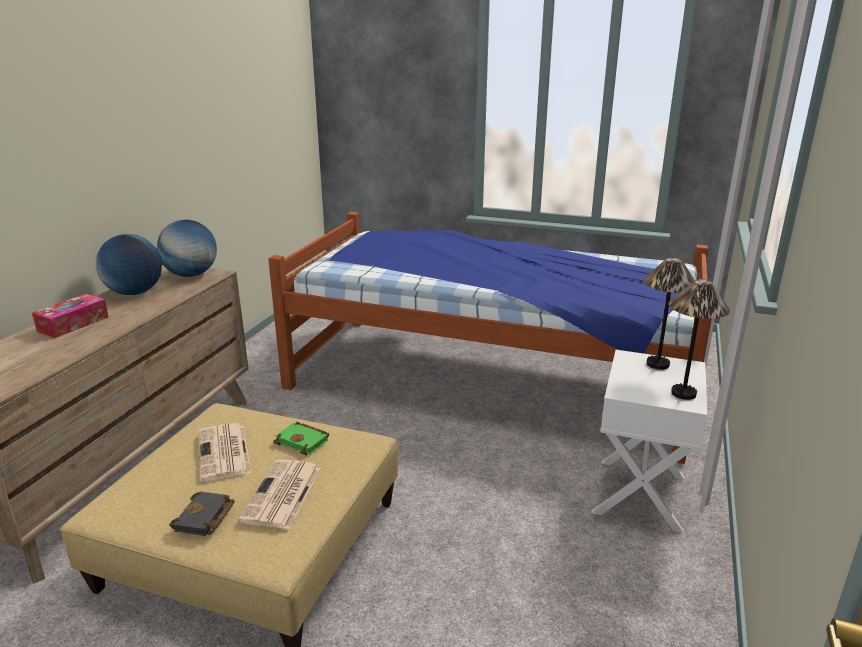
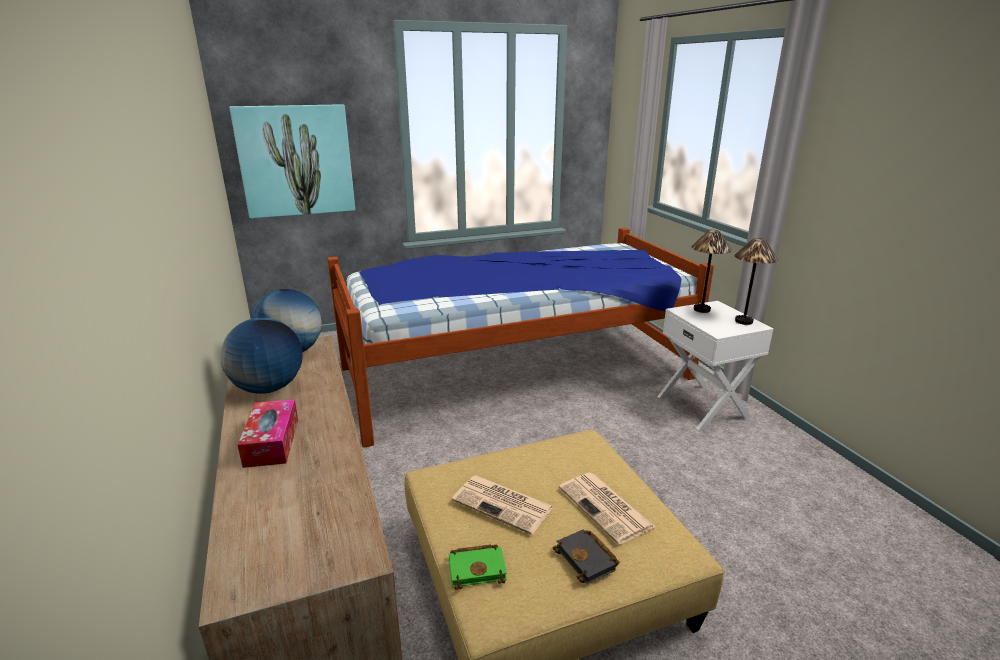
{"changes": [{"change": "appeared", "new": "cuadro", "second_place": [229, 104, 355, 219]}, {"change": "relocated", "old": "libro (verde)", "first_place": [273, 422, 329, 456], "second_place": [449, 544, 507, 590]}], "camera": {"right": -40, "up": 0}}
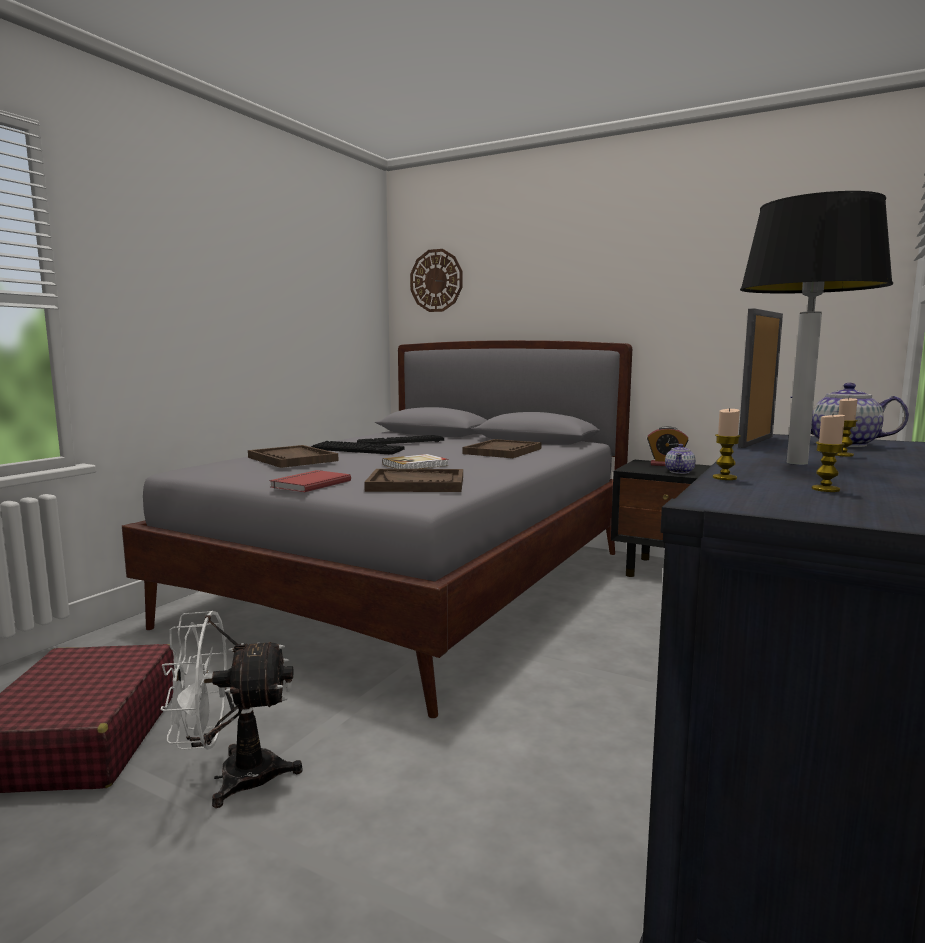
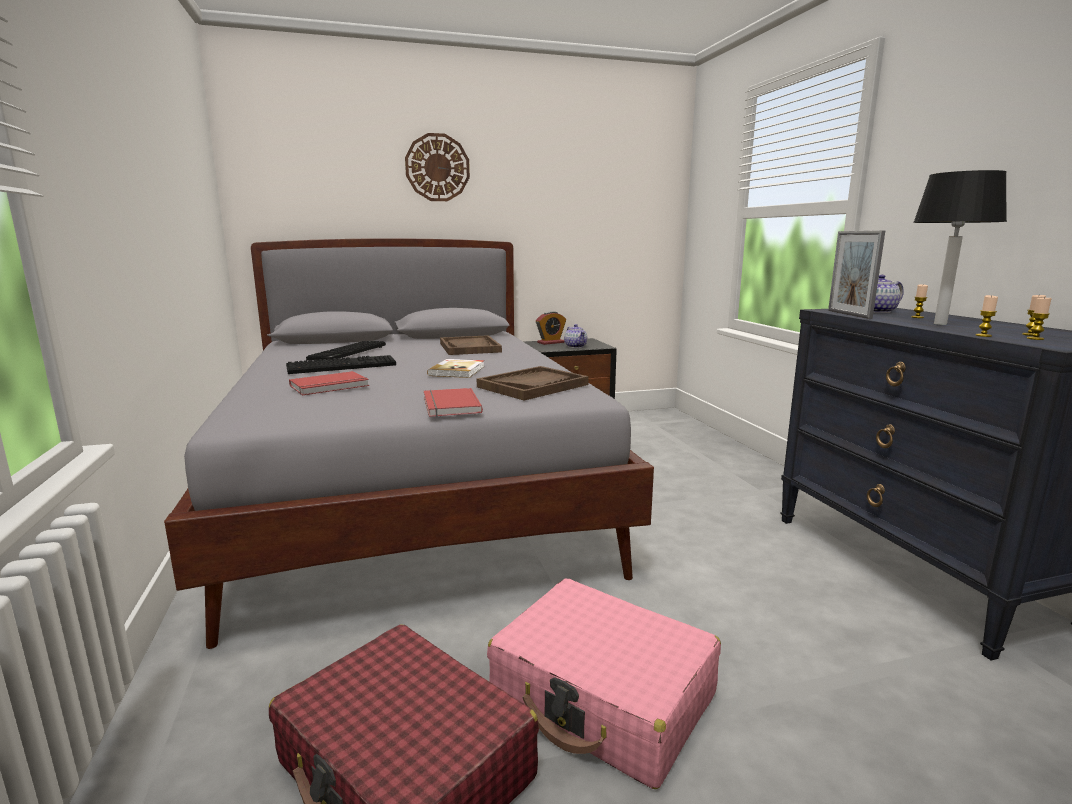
{"changes": [{"change": "appeared", "new": "vela", "second_place": [1027, 297, 1052, 340]}, {"change": "relocated", "old": "reloj de pared", "first_place": [410, 249, 462, 312], "second_place": [405, 133, 470, 201]}, {"change": "exchanged", "old": "ventilador (blanco)", "new": "maleta (rosa)", "first_place": [160, 611, 303, 808], "second_place": [487, 579, 721, 789]}, {"change": "exchanged", "old": "bandeja (marrón)", "new": "libro (rojo)", "first_place": [248, 445, 338, 468], "second_place": [289, 371, 369, 395]}], "camera": {"right": -45, "up": 5}}
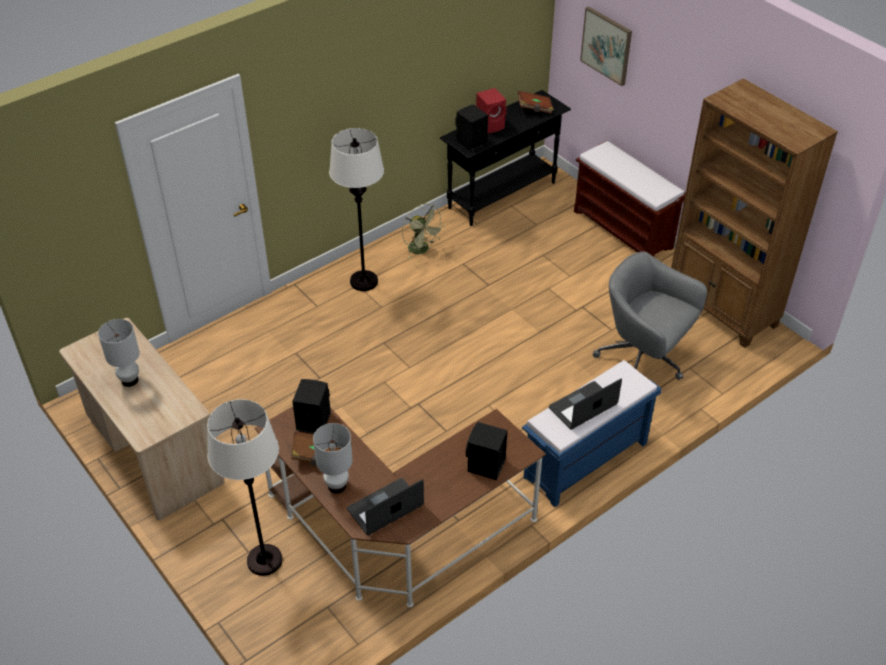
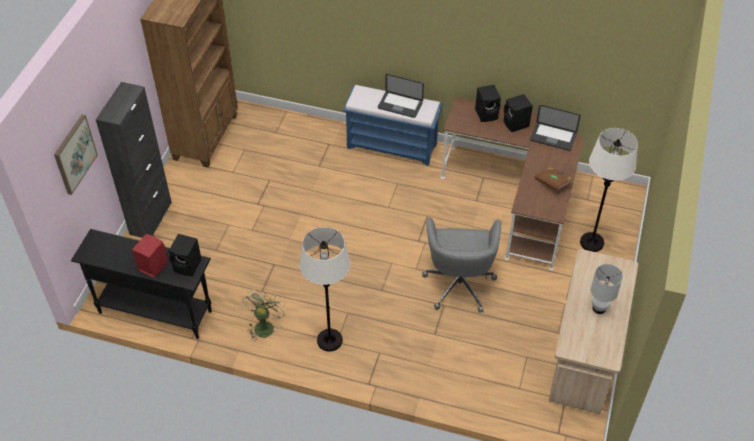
{"changes": [{"change": "missing", "old": "lámpara de mesa (blanco)", "first_place": [313, 423, 353, 493]}, {"change": "missing", "old": "libro (marrón)", "first_place": [517, 91, 554, 114]}, {"change": "relocated", "old": "altavoz (negro)", "first_place": [292, 379, 331, 433], "second_place": [504, 94, 533, 132]}, {"change": "relocated", "old": "silla de oficina (gris)", "first_place": [593, 252, 707, 380], "second_place": [422, 217, 501, 313]}, {"change": "exchanged", "old": "banco (marrón)", "new": "armario (negro)", "first_place": [574, 141, 686, 257], "second_place": [96, 82, 172, 238]}], "camera": {"right": -125, "up": 5}}
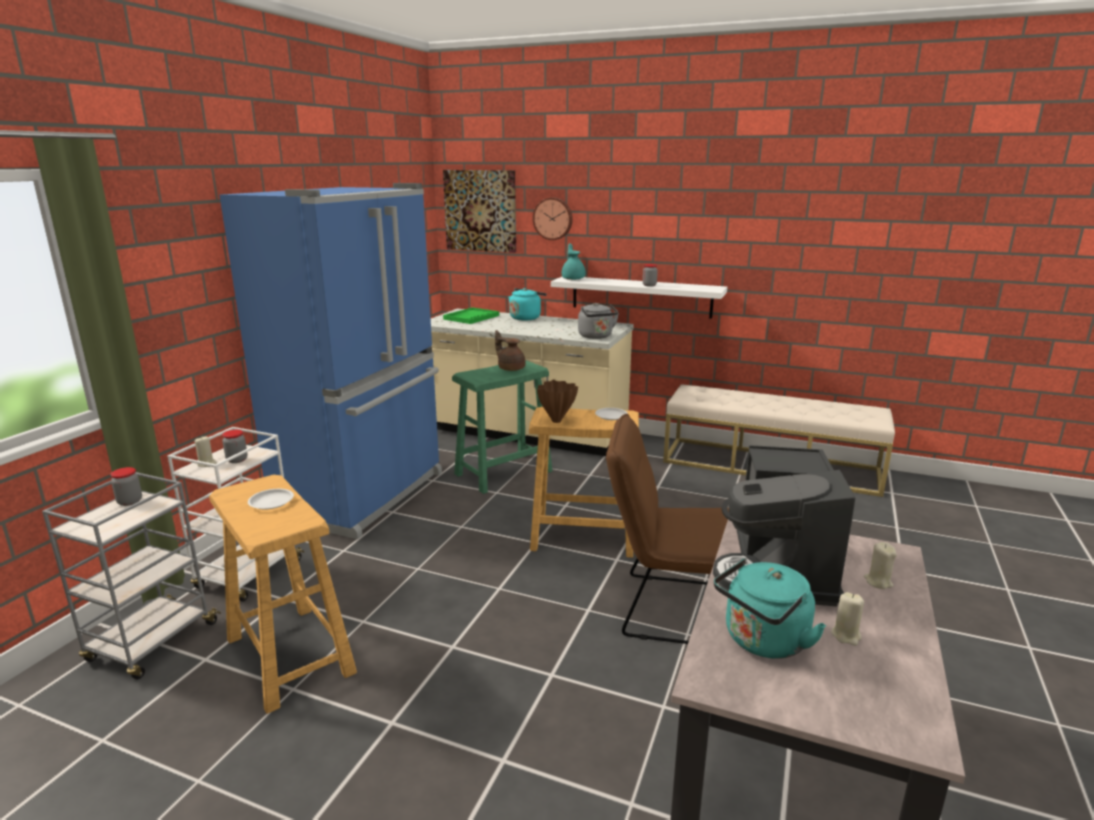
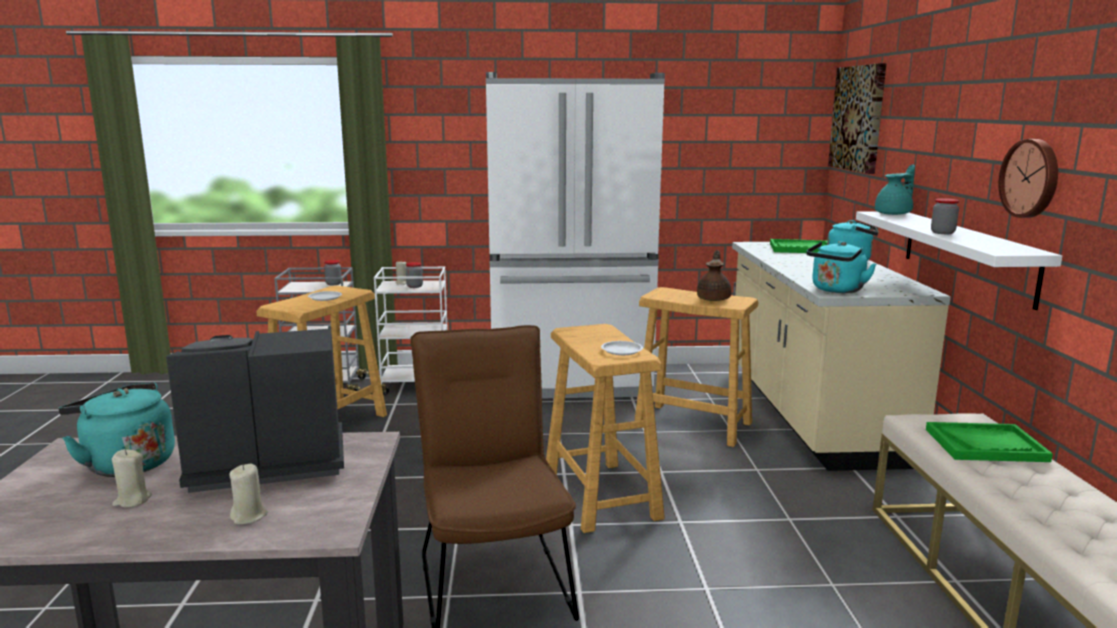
{"changes": [{"change": "missing", "old": "florero (marrón)", "first_place": [537, 380, 578, 423]}, {"change": "appeared", "new": "bandeja (verde)", "second_place": [926, 422, 1053, 462]}, {"change": "relocated", "old": "reloj de pared", "first_place": [533, 197, 573, 240], "second_place": [998, 139, 1058, 218]}, {"change": "colour", "old": "nevera (azul)", "new": "nevera (blanco)", "first_place": [220, 183, 442, 539], "second_place": [486, 72, 665, 398]}, {"change": "colour", "old": "taburete (verde)", "new": "taburete (beis)", "first_place": [452, 360, 552, 494], "second_place": [634, 287, 758, 447]}, {"change": "colour", "old": "hervidor (gris)", "new": "hervidor (turquesa)", "first_place": [578, 303, 619, 339], "second_place": [806, 241, 876, 293]}], "camera": {"right": 65, "up": -5}}
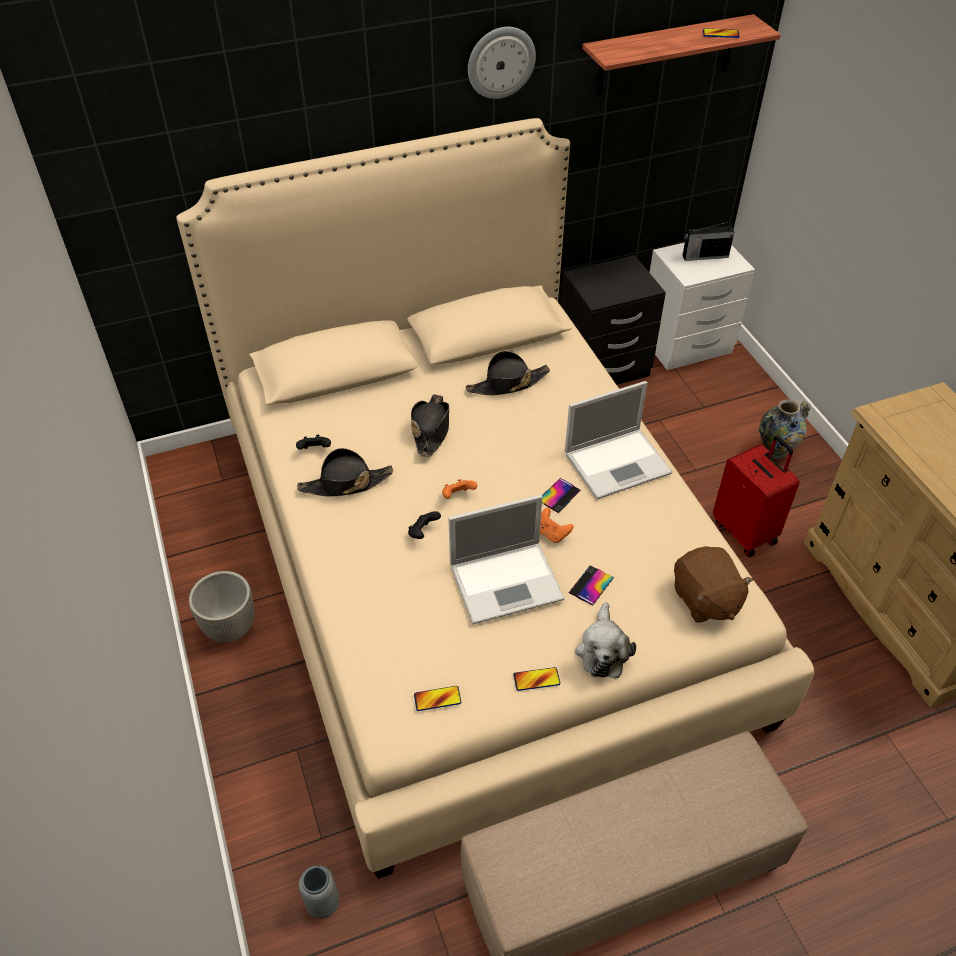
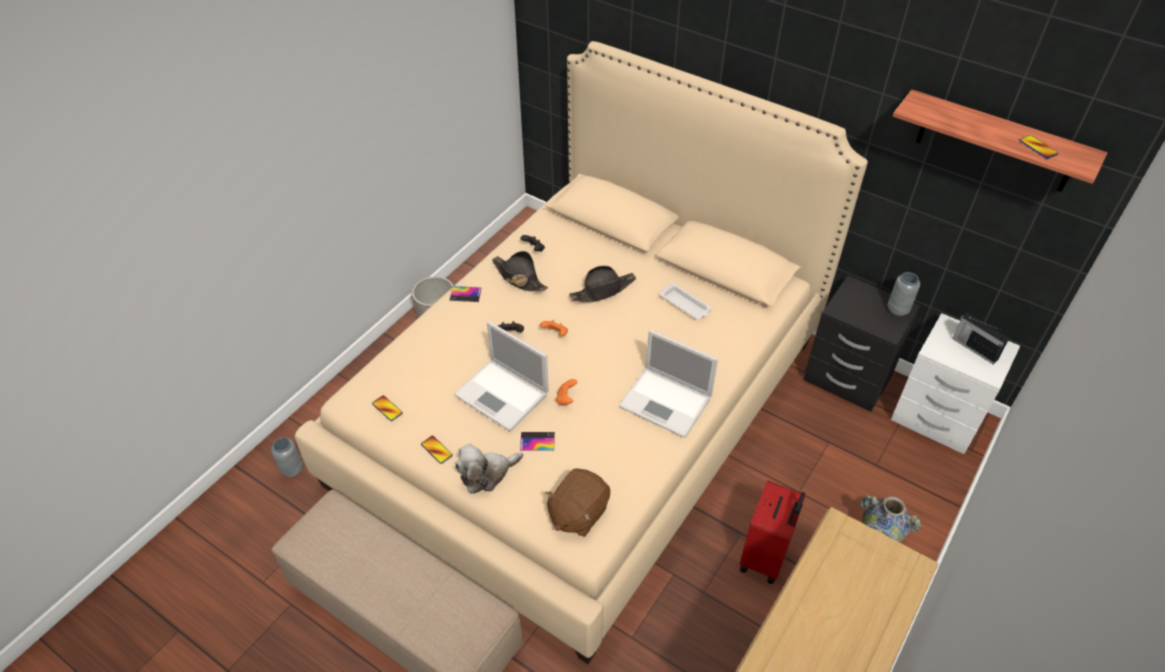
{"changes": [{"change": "missing", "old": "reloj de pared", "first_place": [468, 27, 536, 99]}, {"change": "appeared", "new": "florero (gris)", "second_place": [888, 272, 920, 316]}, {"change": "relocated", "old": "móvil", "first_place": [542, 478, 581, 513], "second_place": [450, 286, 481, 302]}, {"change": "exchanged", "old": "sombrero (negro)", "new": "bandeja (blanco)", "first_place": [466, 351, 550, 395], "second_place": [659, 282, 712, 320]}], "camera": {"right": 55, "up": 0}}
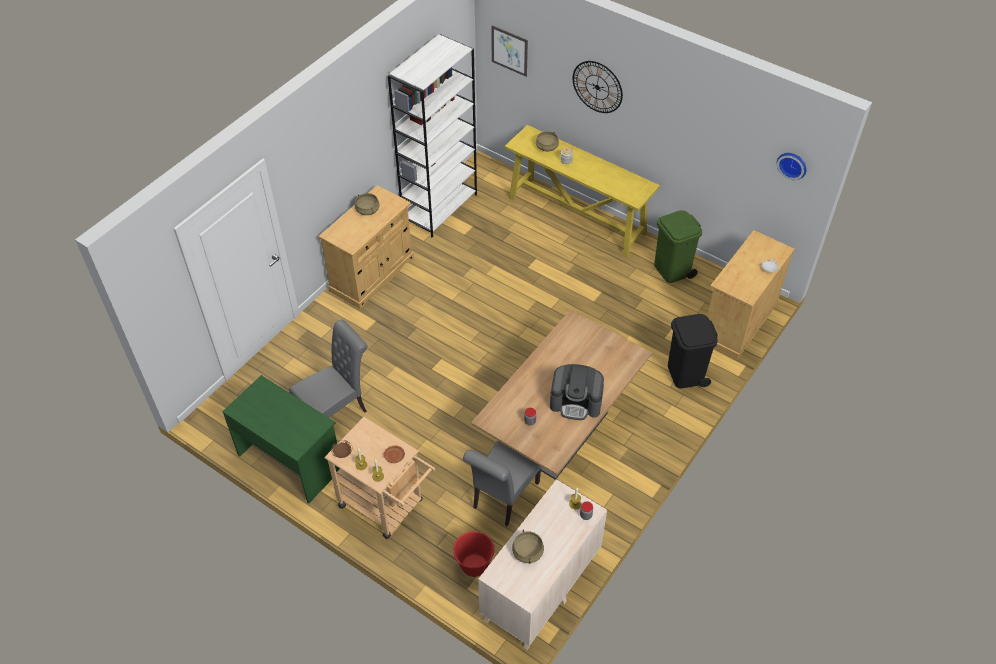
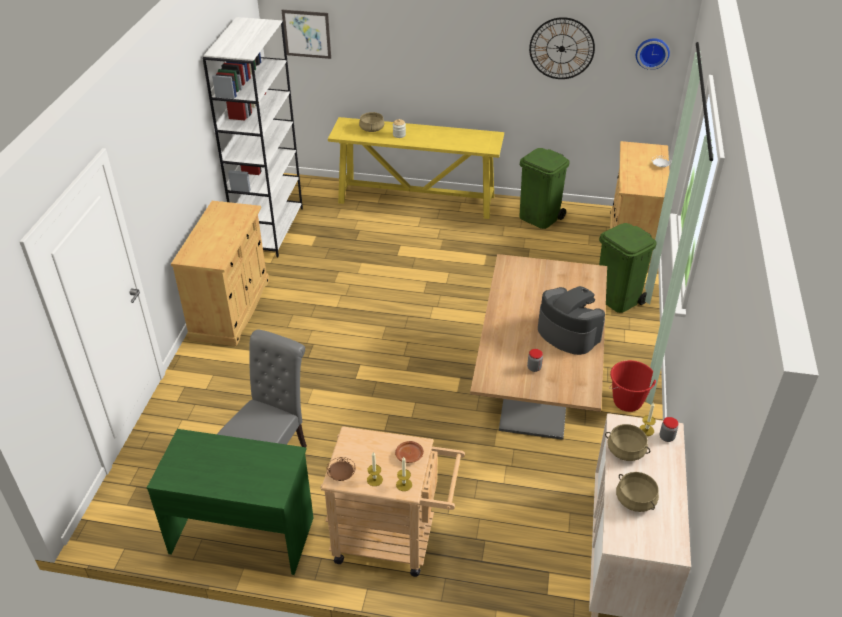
{"changes": [{"change": "missing", "old": "silla (gris)", "first_place": [463, 440, 542, 526]}, {"change": "relocated", "old": "olla (beis)", "first_place": [355, 193, 380, 215], "second_place": [605, 424, 650, 461]}, {"change": "relocated", "old": "cubo (rojo)", "first_place": [452, 531, 495, 577], "second_place": [609, 360, 656, 412]}, {"change": "relocated", "old": "reloj de pared", "first_place": [573, 61, 623, 113], "second_place": [529, 17, 595, 79]}, {"change": "colour", "old": "papelera (negro)", "new": "papelera (verde)", "first_place": [668, 314, 718, 388], "second_place": [599, 223, 657, 313]}, {"change": "spun", "old": "cafetera", "first_place": [550, 364, 604, 420], "second_place": [538, 286, 605, 355], "degrees": -120}], "camera": {"right": -25, "up": -10}}
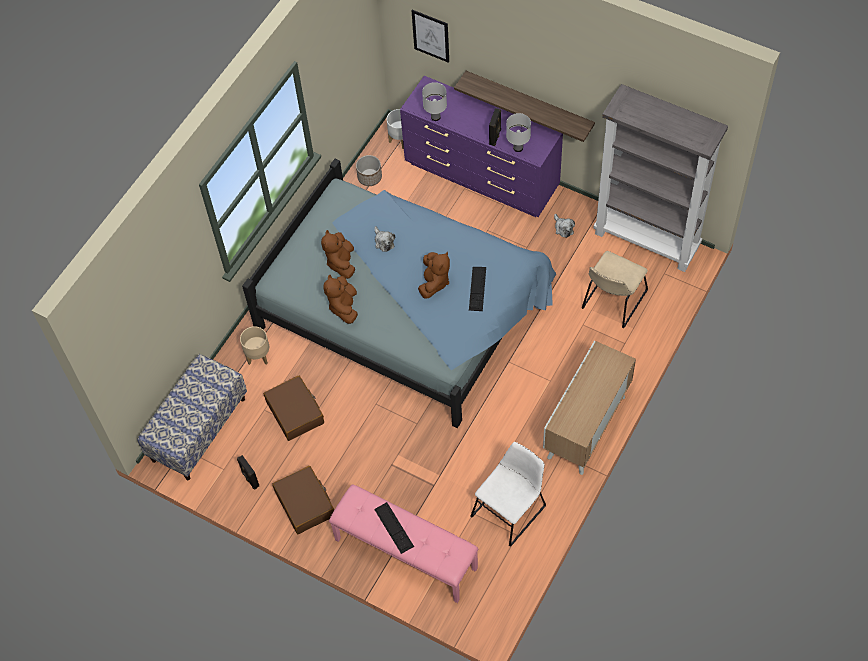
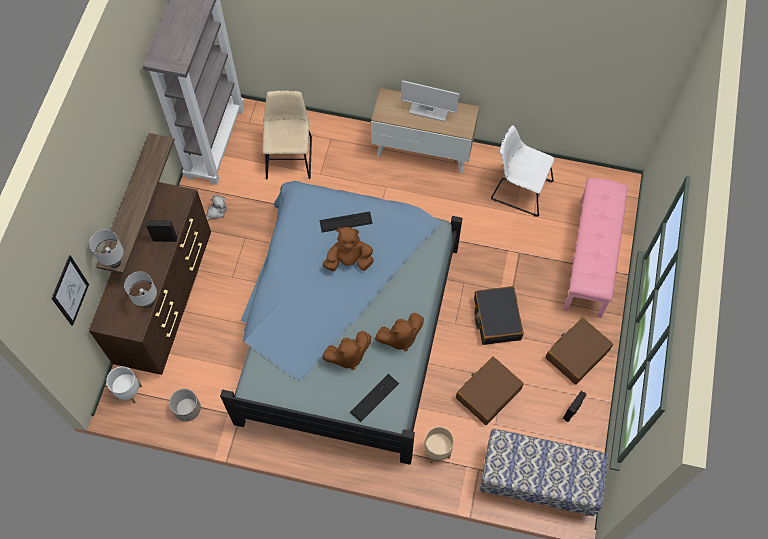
{"changes": [{"change": "missing", "old": "peluche", "first_place": [375, 226, 395, 252]}, {"change": "appeared", "new": "monitor", "second_place": [401, 80, 459, 122]}, {"change": "appeared", "new": "maleta (negro)", "second_place": [474, 286, 524, 345]}, {"change": "relocated", "old": "teclado", "first_place": [374, 502, 414, 554], "second_place": [350, 374, 399, 422]}, {"change": "relocated", "old": "lámpara de mesa (blanco)", "first_place": [506, 113, 531, 152], "second_place": [89, 230, 124, 268]}, {"change": "colour", "old": "cómoda (morado)", "new": "cómoda (marrón)", "first_place": [400, 76, 563, 217], "second_place": [89, 182, 211, 375]}, {"change": "spun", "old": "silla (beis)", "first_place": [582, 251, 648, 328], "second_place": [263, 90, 312, 179], "degrees": -105}], "camera": {"right": -110, "up": 5}}
